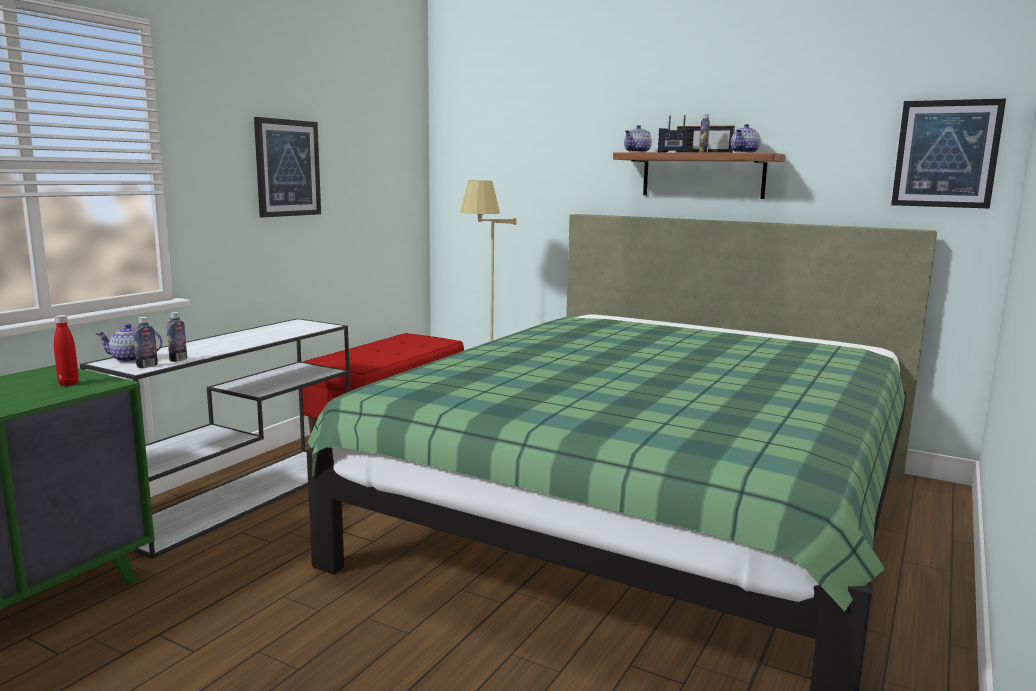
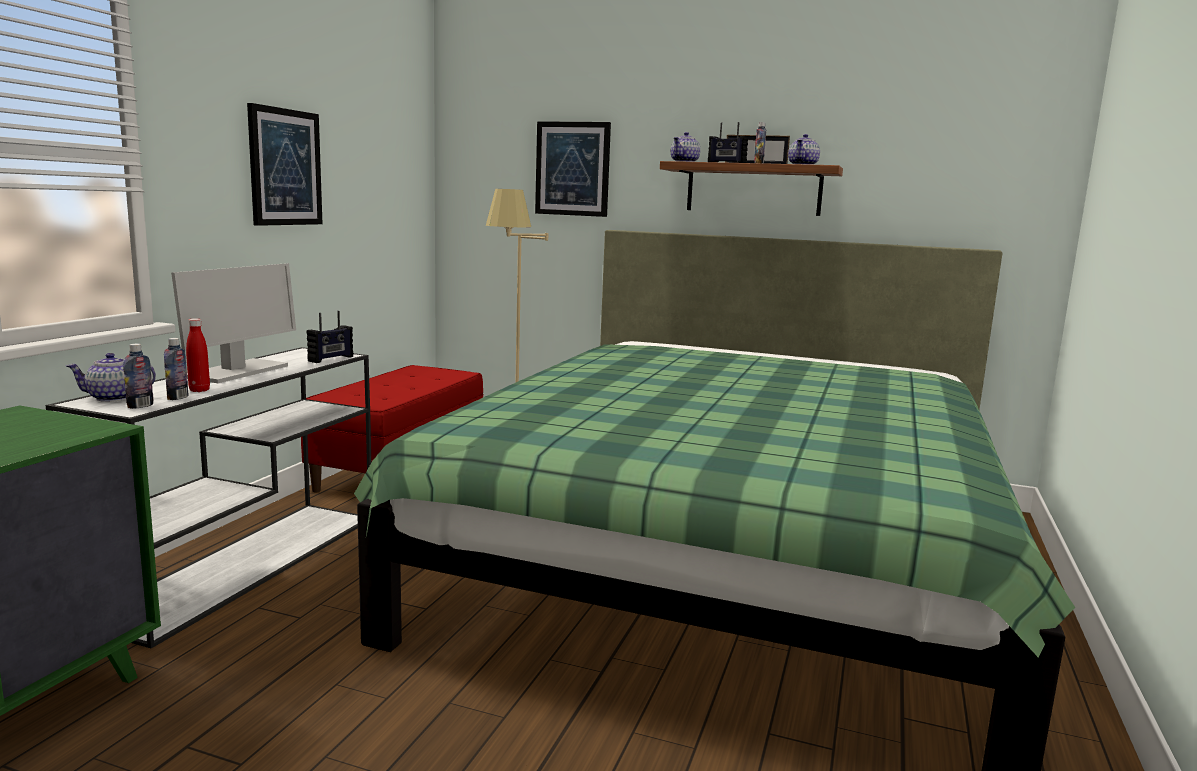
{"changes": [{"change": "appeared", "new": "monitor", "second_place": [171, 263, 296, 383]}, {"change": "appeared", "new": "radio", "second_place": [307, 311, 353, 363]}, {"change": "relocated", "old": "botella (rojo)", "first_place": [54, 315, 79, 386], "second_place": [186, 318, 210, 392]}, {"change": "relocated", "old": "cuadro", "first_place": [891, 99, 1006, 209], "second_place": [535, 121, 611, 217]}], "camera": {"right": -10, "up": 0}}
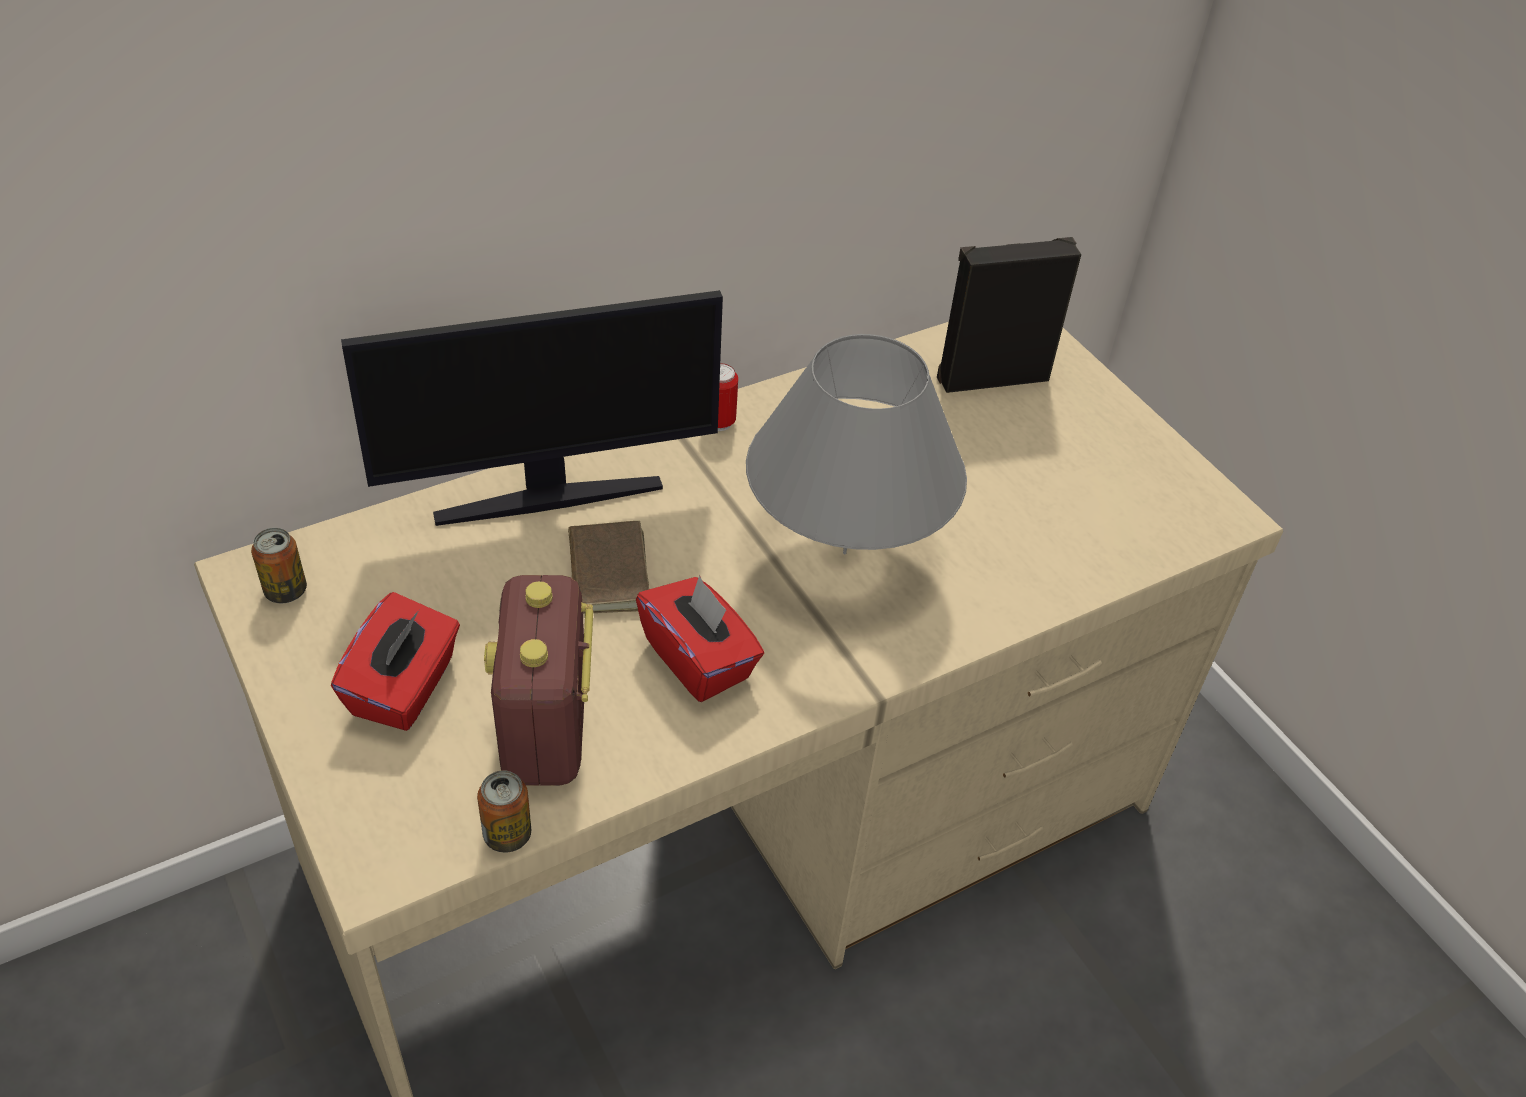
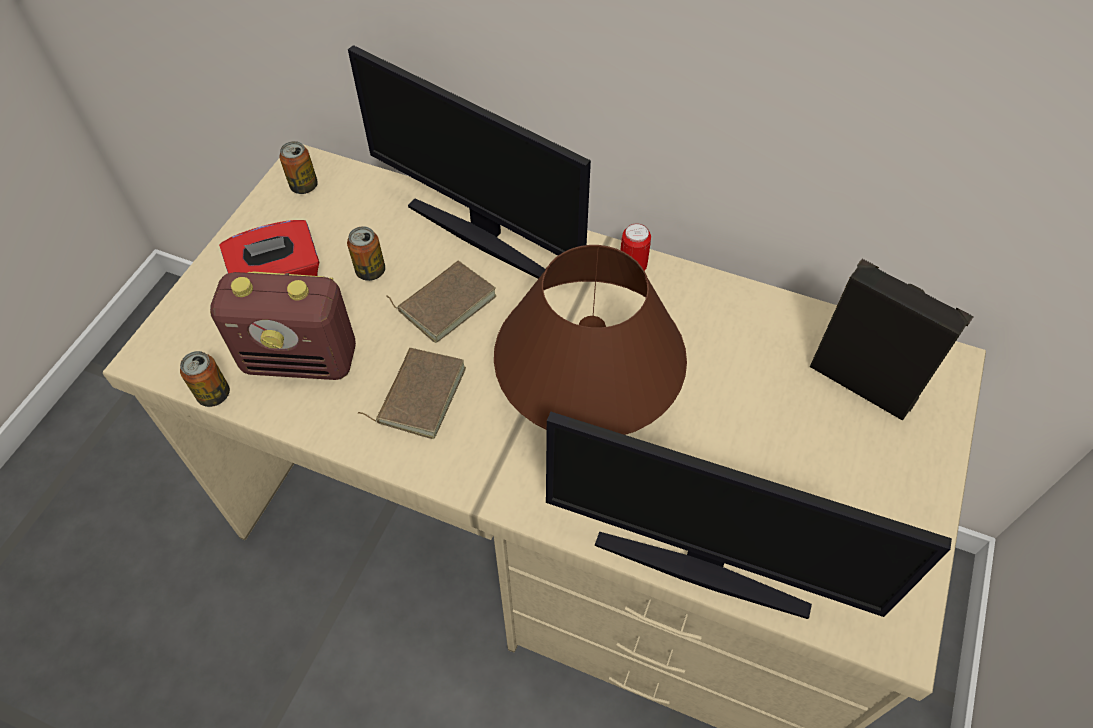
{"changes": [{"change": "appeared", "new": "lata", "second_place": [347, 226, 385, 281]}, {"change": "appeared", "new": "monitor", "second_place": [546, 412, 952, 619]}, {"change": "exchanged", "old": "caja de pañuelos (rojo)", "new": "libro (marrón)", "first_place": [636, 575, 764, 702], "second_place": [358, 348, 466, 439]}, {"change": "colour", "old": "lámpara de mesa (gris)", "new": "lámpara de mesa (marrón)", "first_place": [746, 334, 967, 554], "second_place": [494, 245, 687, 435]}, {"change": "spun", "old": "radio", "first_place": [484, 575, 593, 786], "second_place": [210, 271, 356, 380], "degrees": -135}], "camera": {"right": 55, "up": 10}}
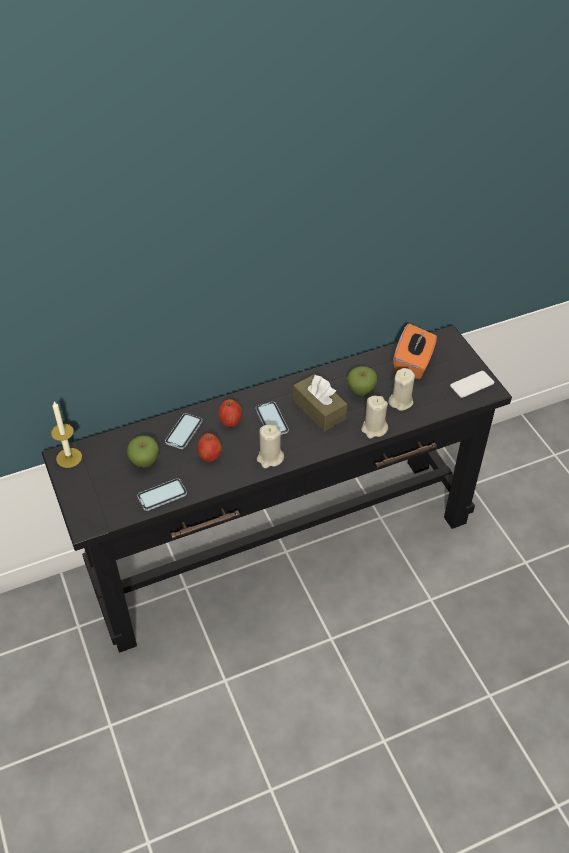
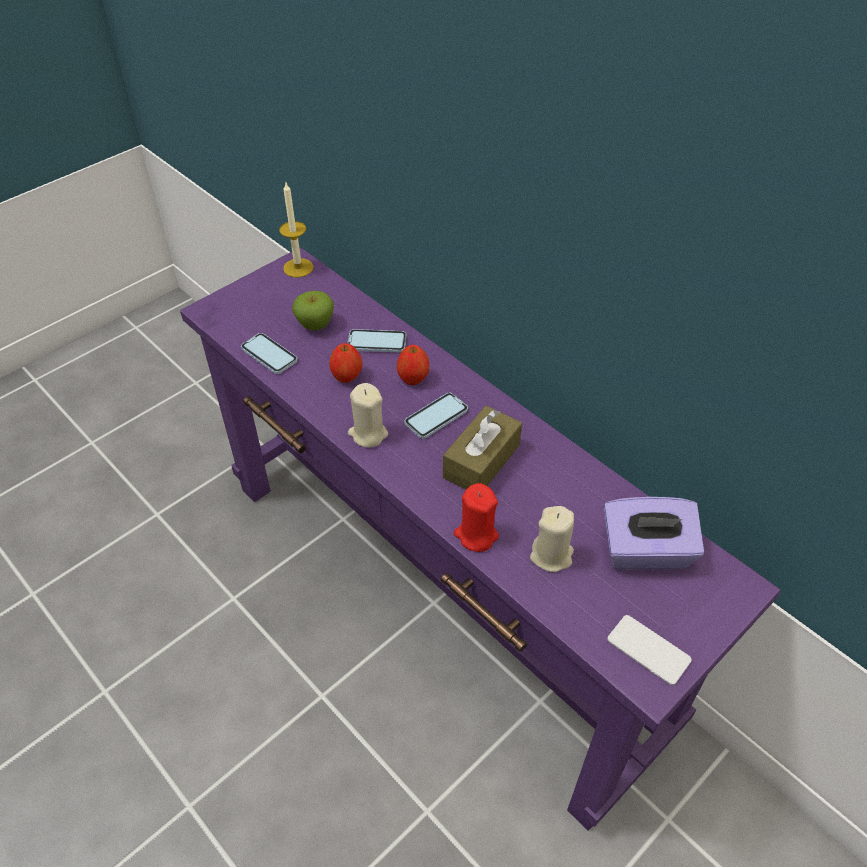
{"changes": [{"change": "missing", "old": "manzana", "first_place": [347, 366, 378, 396]}, {"change": "colour", "old": "mesa consola (negro)", "new": "mesa consola (morado)", "first_place": [42, 325, 512, 653], "second_place": [180, 247, 781, 831]}, {"change": "colour", "old": "vela (beis)", "new": "vela (rojo)", "first_place": [361, 396, 388, 439], "second_place": [454, 483, 499, 552]}, {"change": "colour", "old": "caja de pañuelos (naranja)", "new": "caja de pañuelos (morado)", "first_place": [393, 324, 437, 379], "second_place": [603, 497, 704, 570]}], "camera": {"right": 70, "up": 0}}
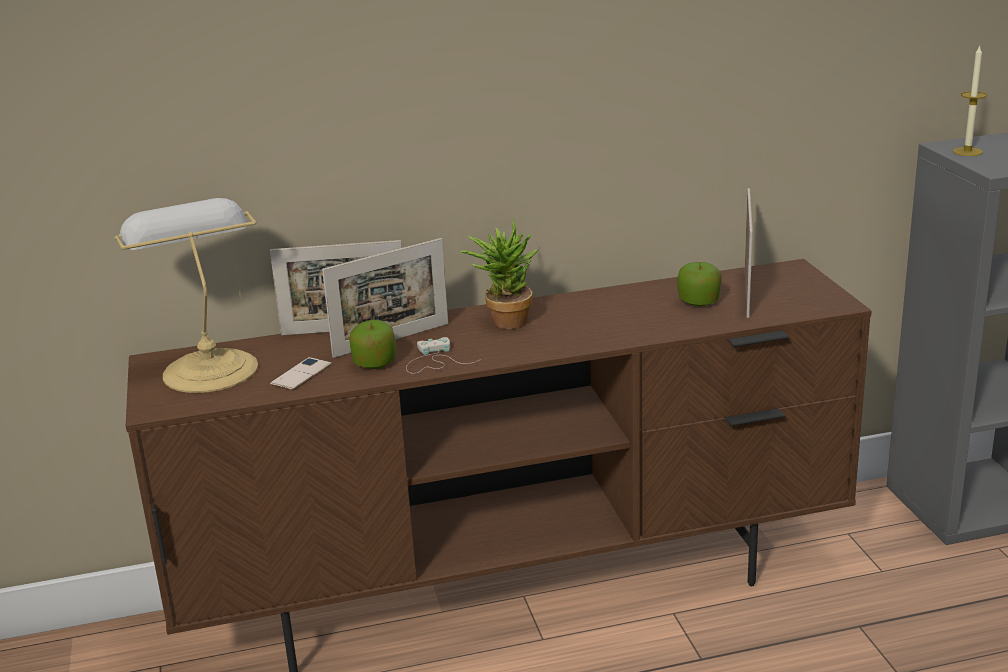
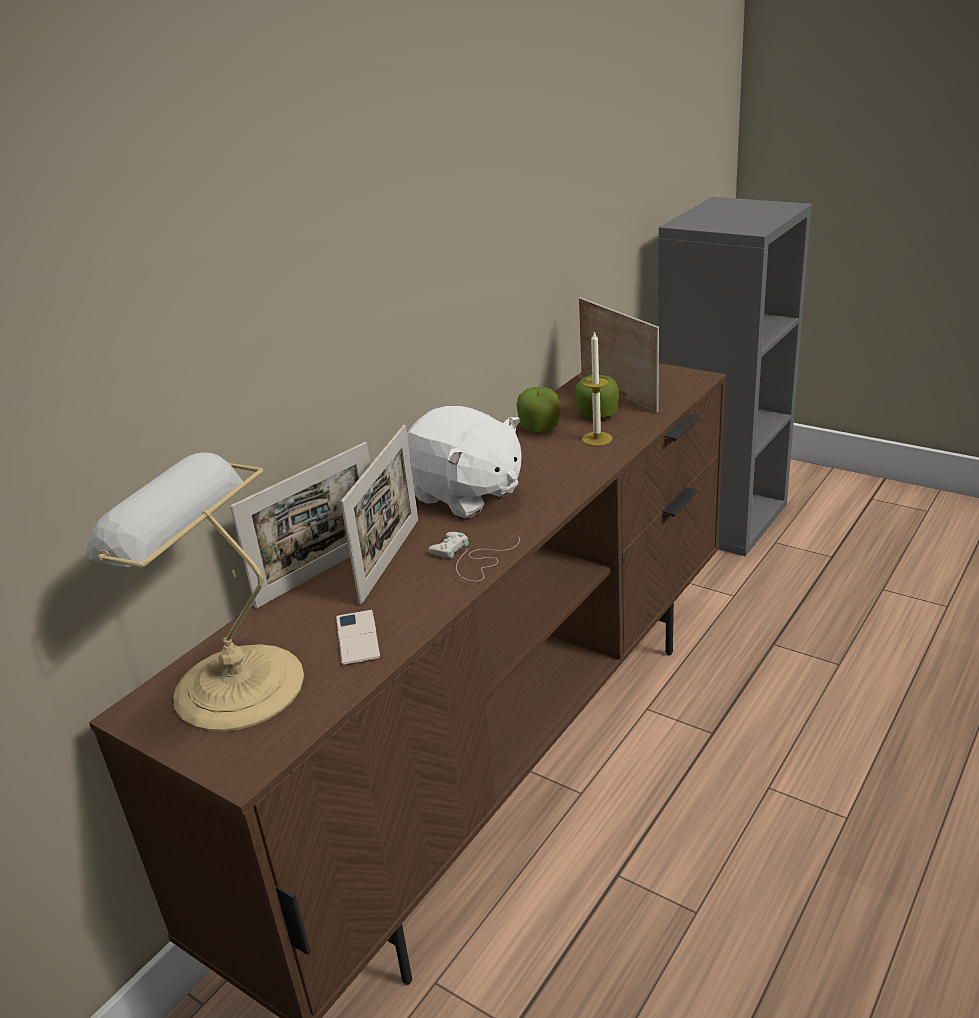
{"changes": [{"change": "relocated", "old": "manzana", "first_place": [349, 320, 396, 369], "second_place": [517, 387, 560, 433]}, {"change": "relocated", "old": "vela", "first_place": [953, 45, 987, 156], "second_place": [582, 331, 612, 446]}, {"change": "exchanged", "old": "planta en maceta", "new": "peluche (blanco)", "first_place": [460, 217, 538, 329], "second_place": [407, 406, 522, 518]}], "camera": {"right": -40, "up": 5}}
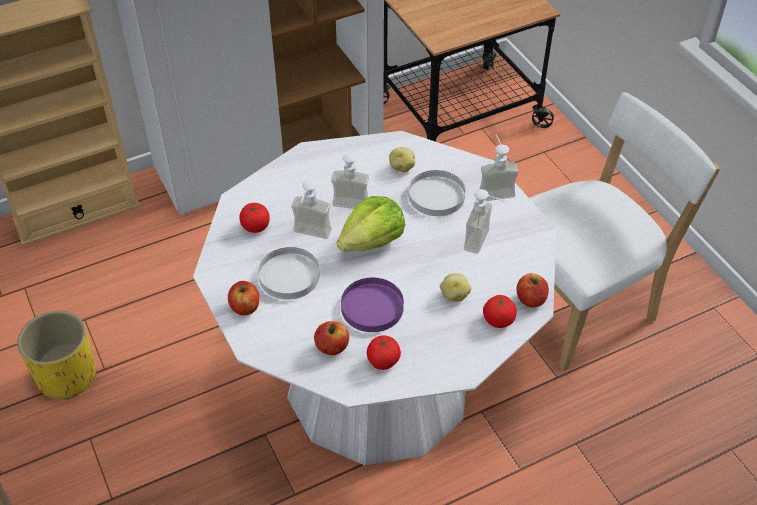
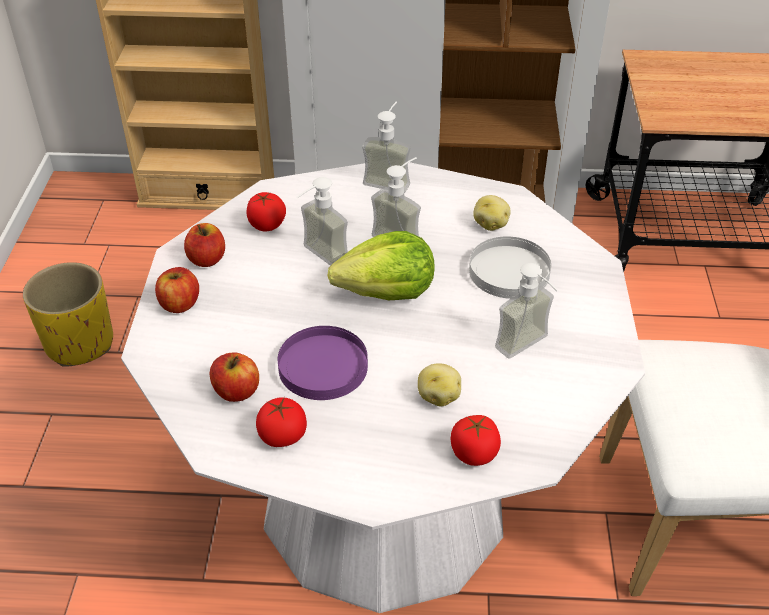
{"changes": [{"change": "missing", "old": "plato (blanco)", "first_place": [258, 247, 320, 299]}, {"change": "relocated", "old": "dispensador de jabón", "first_place": [479, 134, 519, 201], "second_place": [362, 102, 411, 193]}, {"change": "relocated", "old": "manzana", "first_place": [517, 273, 549, 307], "second_place": [184, 223, 225, 267]}], "camera": {"right": 30, "up": -5}}
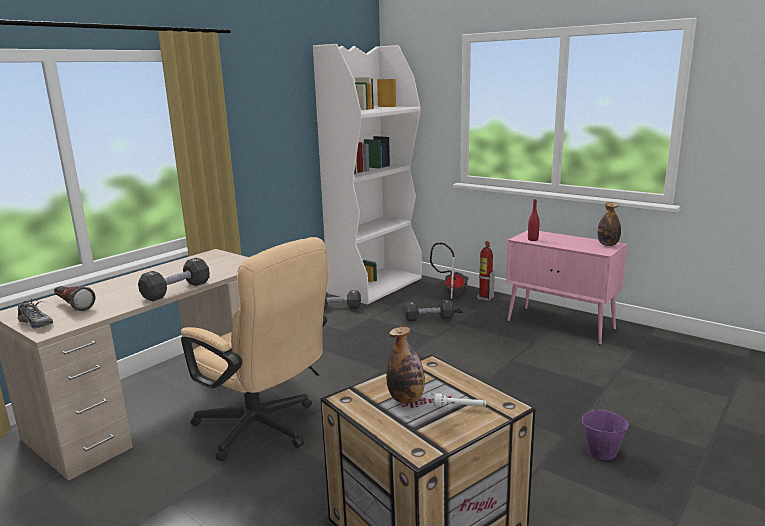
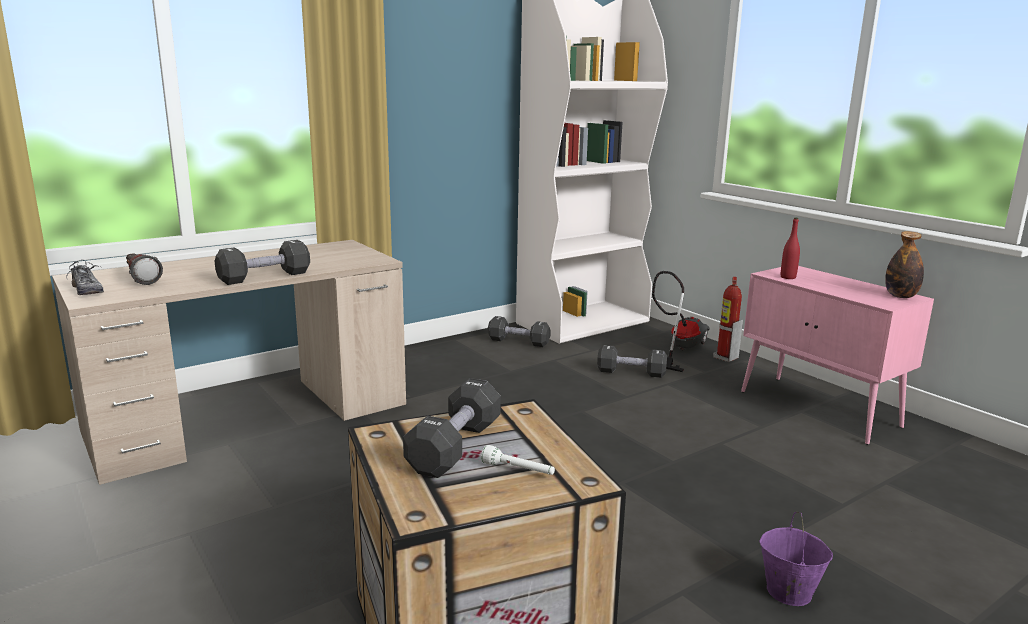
{"changes": [{"change": "missing", "old": "silla de oficina (beis)", "first_place": [181, 237, 328, 461]}, {"change": "exchanged", "old": "botella", "new": "mancuerna (negro)", "first_place": [386, 327, 425, 403], "second_place": [403, 378, 501, 478]}], "camera": {"right": 15, "up": 0}}
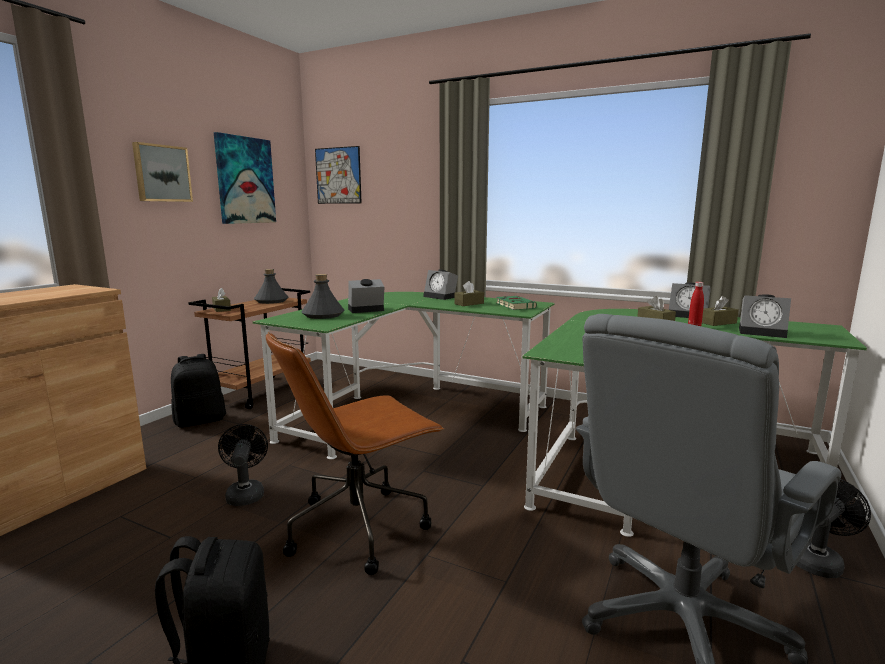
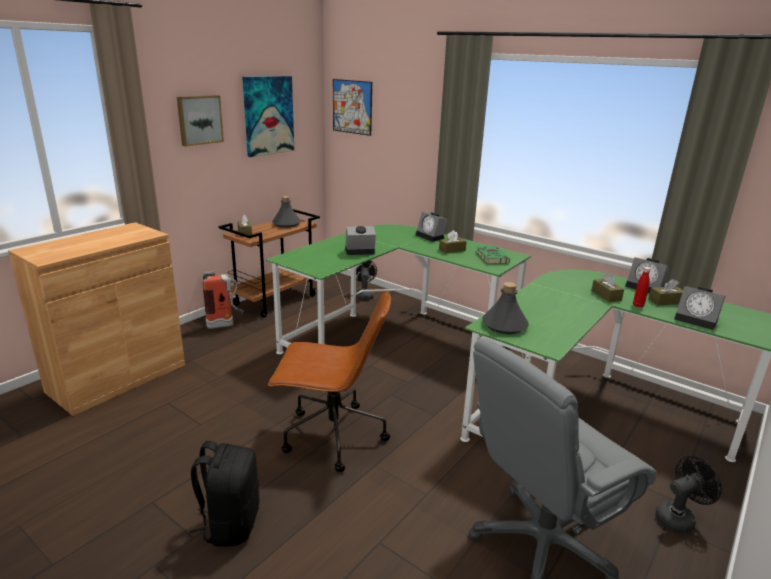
{"changes": [{"change": "relocated", "old": "ventilador (negro)", "first_place": [218, 424, 268, 506], "second_place": [356, 260, 377, 300]}, {"change": "relocated", "old": "botella (gris)", "first_place": [302, 274, 344, 319], "second_place": [482, 282, 529, 334]}, {"change": "exchanged", "old": "mochila (negro)", "new": "extintor", "first_place": [171, 354, 226, 428], "second_place": [202, 270, 243, 329]}, {"change": "spun", "old": "silla de oficina (marrón)", "first_place": [266, 332, 444, 575], "second_place": [268, 291, 391, 472], "degrees": -150}], "camera": {"right": 10, "up": 10}}
